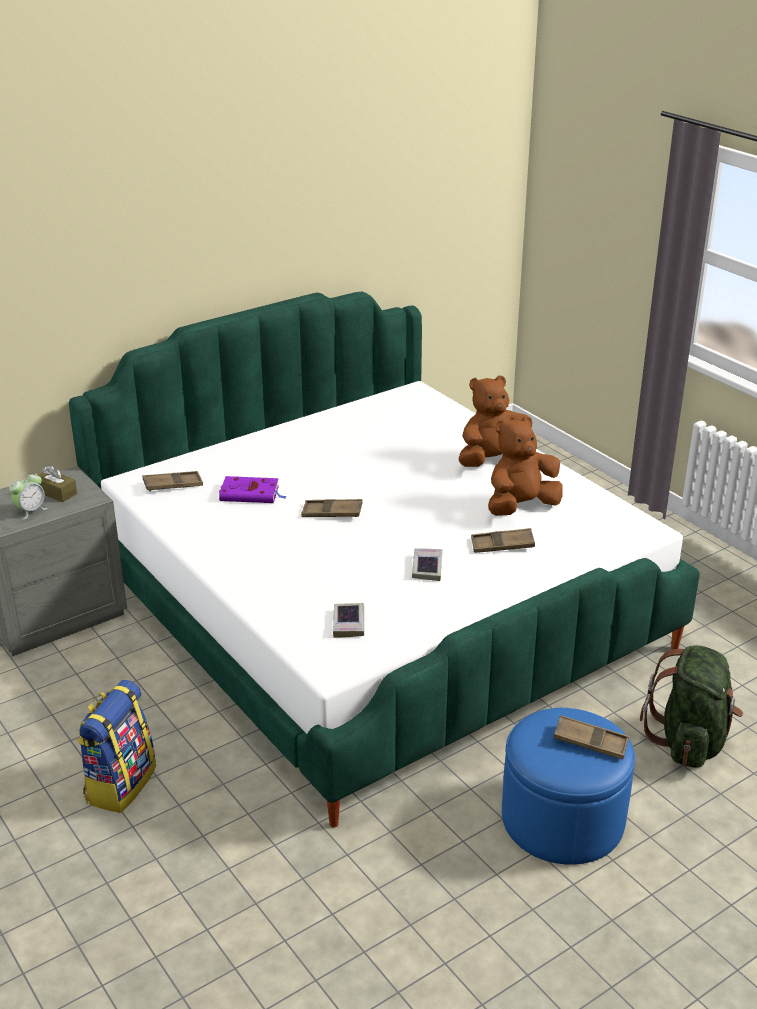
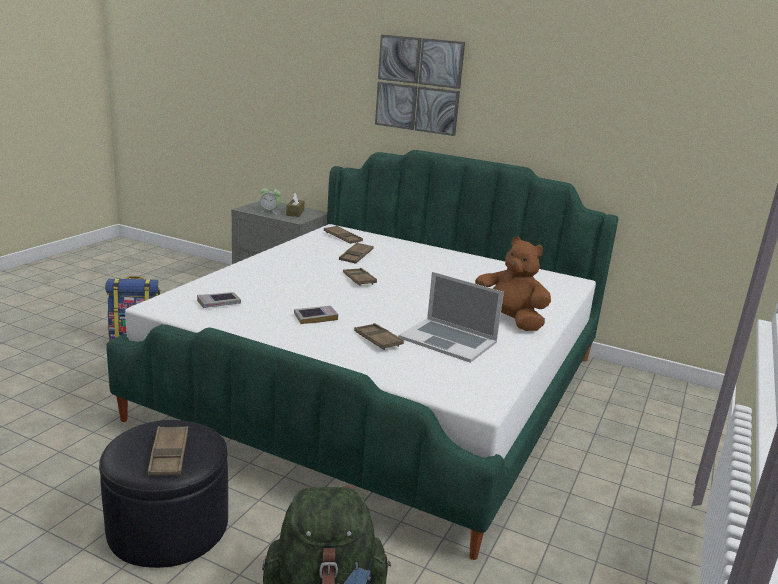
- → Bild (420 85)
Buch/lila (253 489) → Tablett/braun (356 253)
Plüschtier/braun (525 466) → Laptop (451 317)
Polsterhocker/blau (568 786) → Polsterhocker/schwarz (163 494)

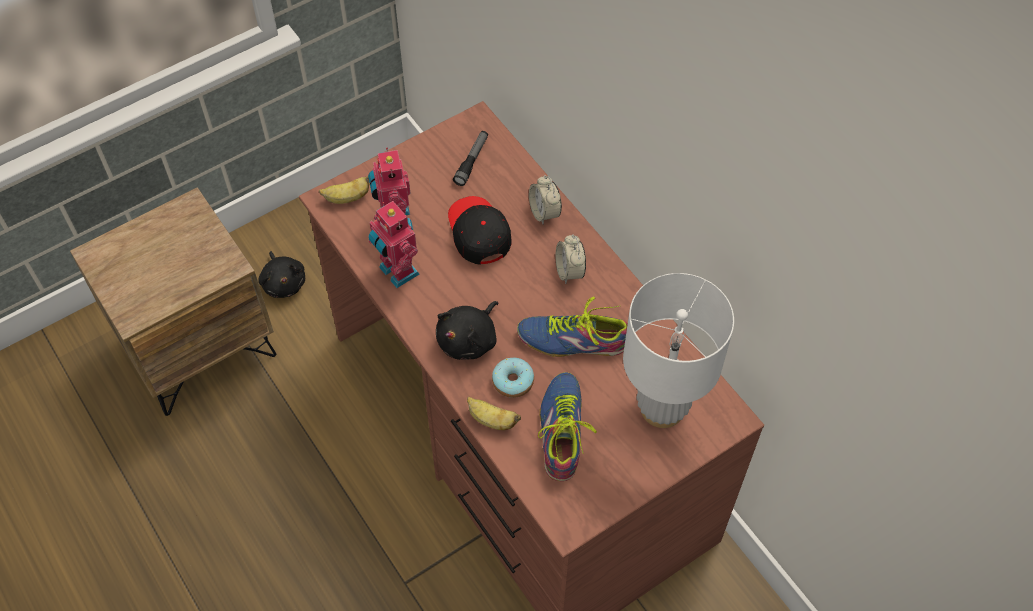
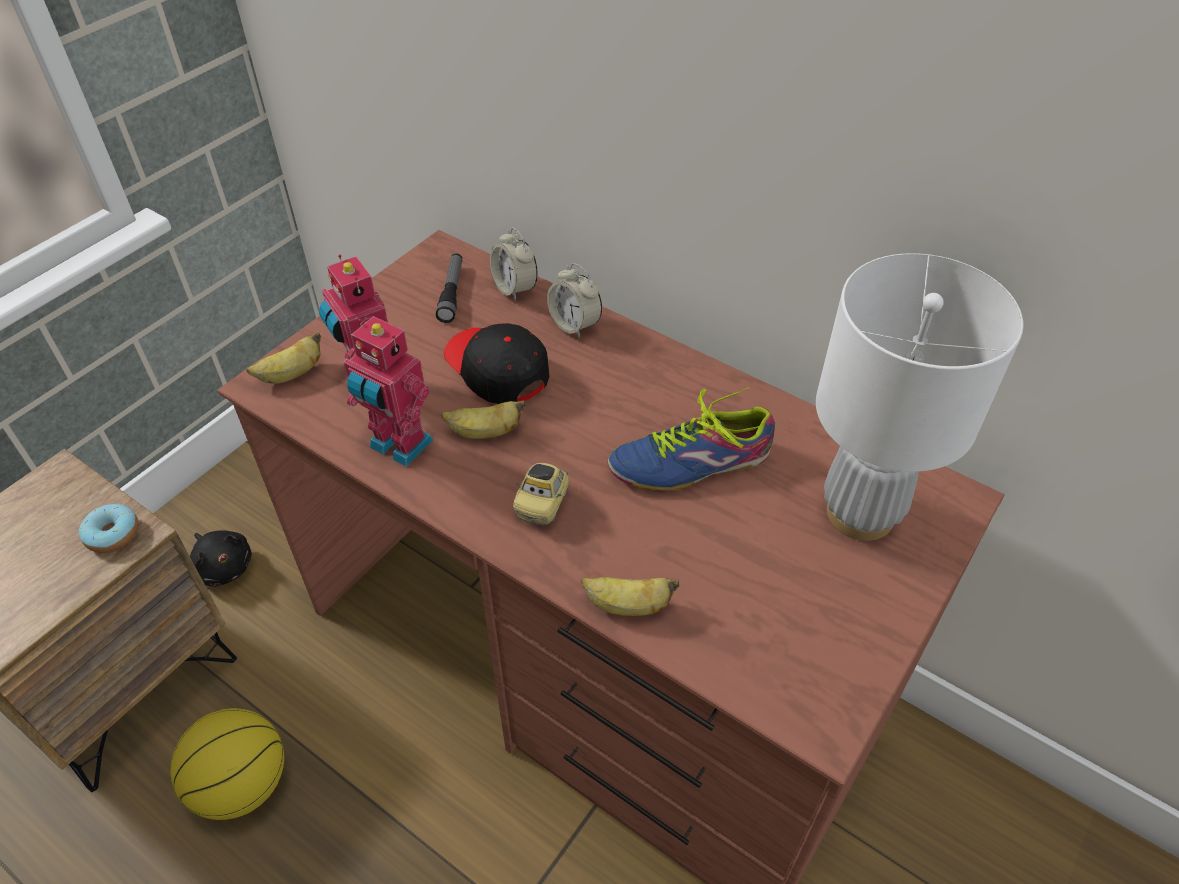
Schuh (567 426) → -
- → Basketball (227 764)
- → Banane (483 419)
Donut (513 378) → Donut (108 528), moved
Wecker (570 259) → Wecker (514 264), moved
Plüschtier/schwarz (467 330) → Spielzeugauto (541 494)

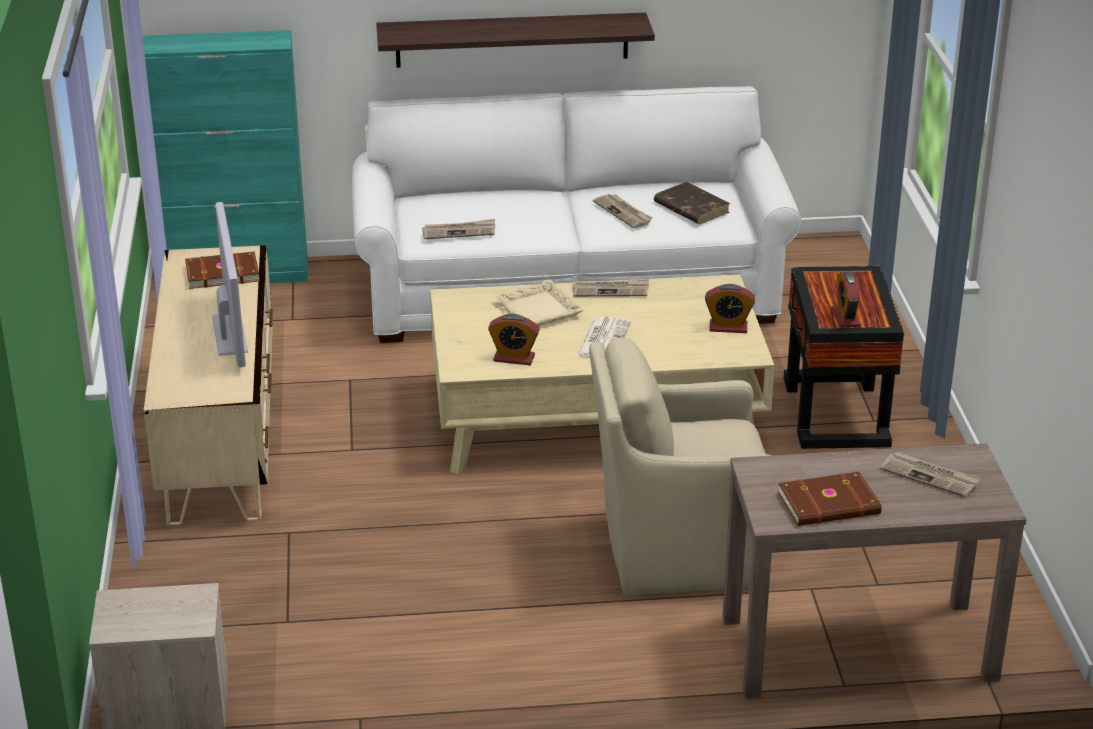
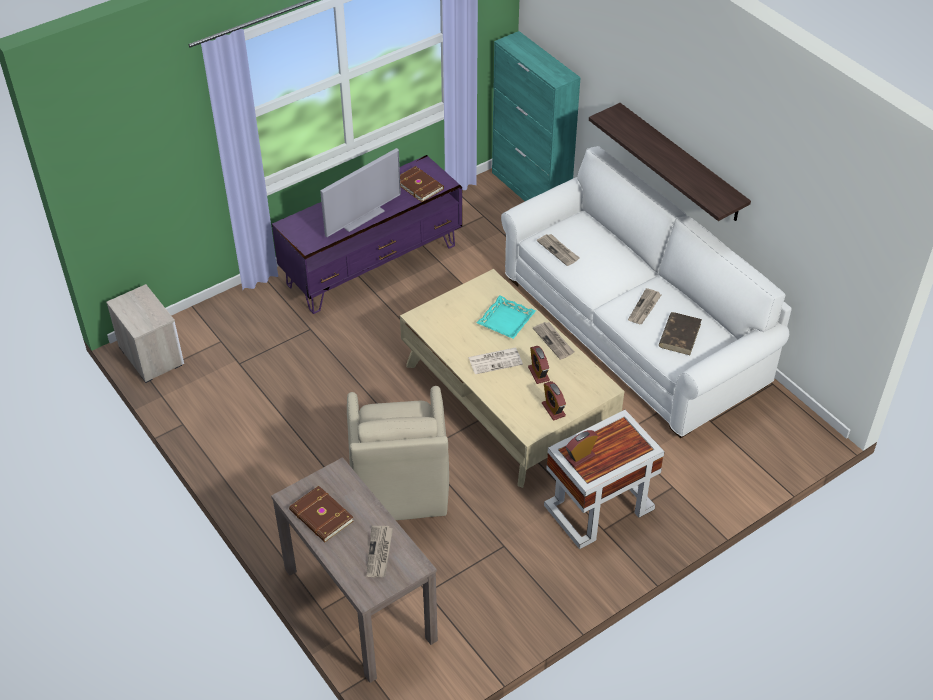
Wecker (514 339) → Wecker (539 365), moved
Fernsehschrank/beige (208 385) → Fernsehschrank/lila (367 234)
Tablett/beige (539 302) → Tablett/türkis (506 317)
Beistelltisch/schwarz (844 357) → Beistelltisch/weiß (604 479)
Sessel/beige (680 466) → Sessel/beige (398 453), 150 degrees counterclockwise

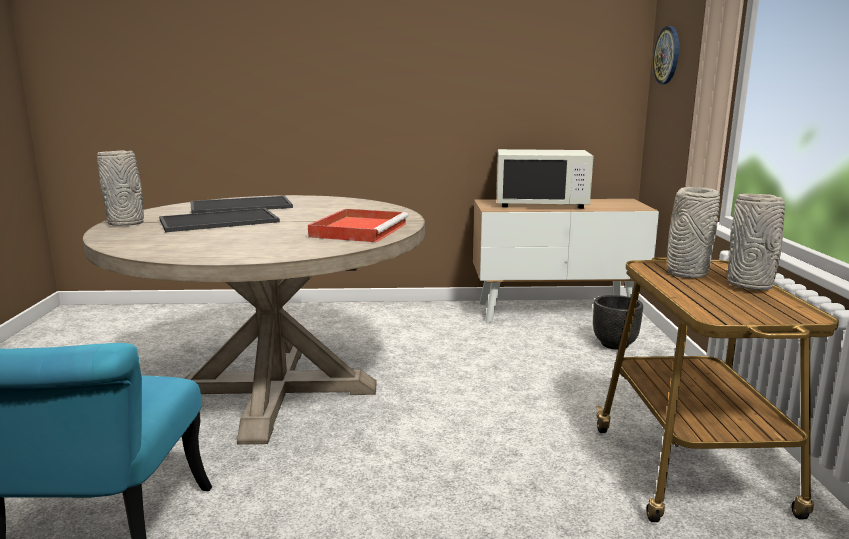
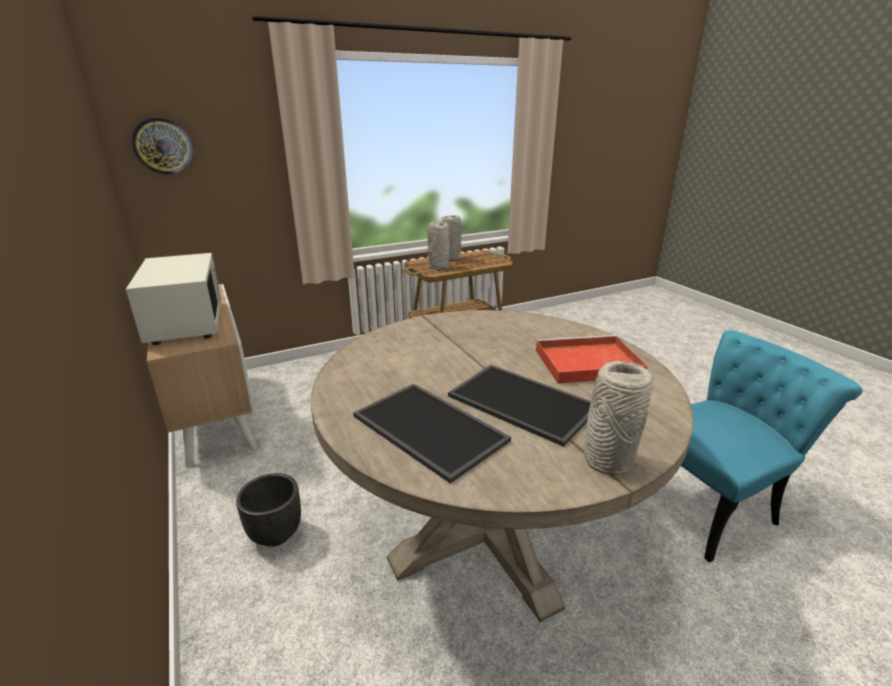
Tablett/rot (358 225) → Tablett/rot (591 359), moved
Pflanzkübel/schwarz (618 322) → Pflanzkübel/schwarz (268 510), moved

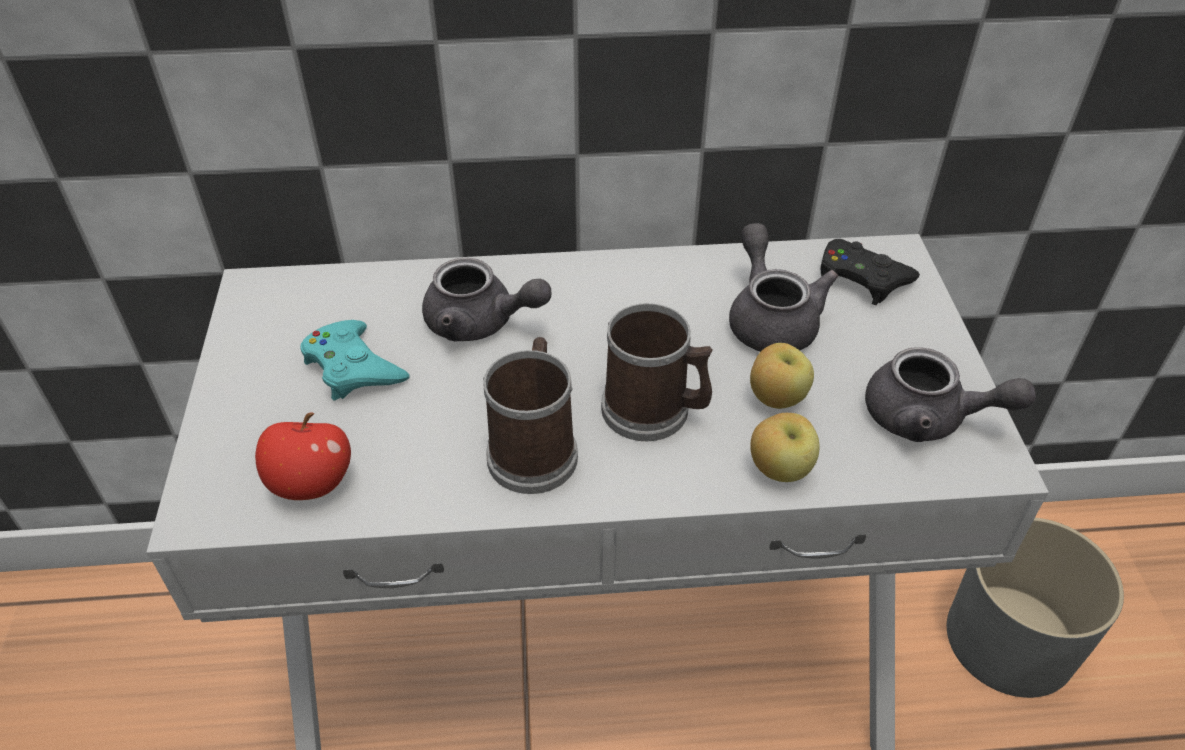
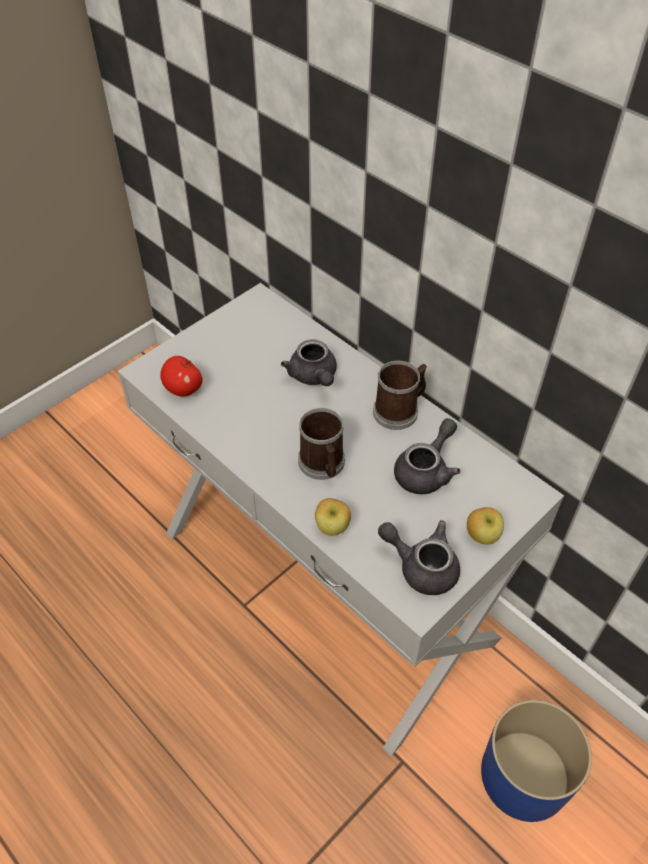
Gamepad/türkis (355 360) → -
Gamepad/schwarz (870 272) → -
Henkelbecher (530 415) → Henkelbecher (400 395), moved
Apfel (782 376) → Apfel (485 526), moved
Pflanzkübel/grau (1035 608) → Pflanzkübel/blau (536 761)
Teekanne/grau (950 394) → Teekanne/grau (419 557), 135 degrees clockwise

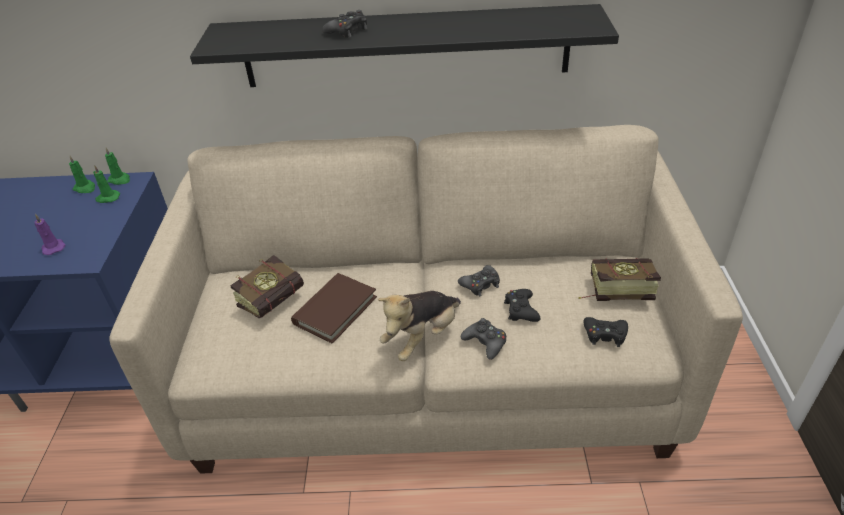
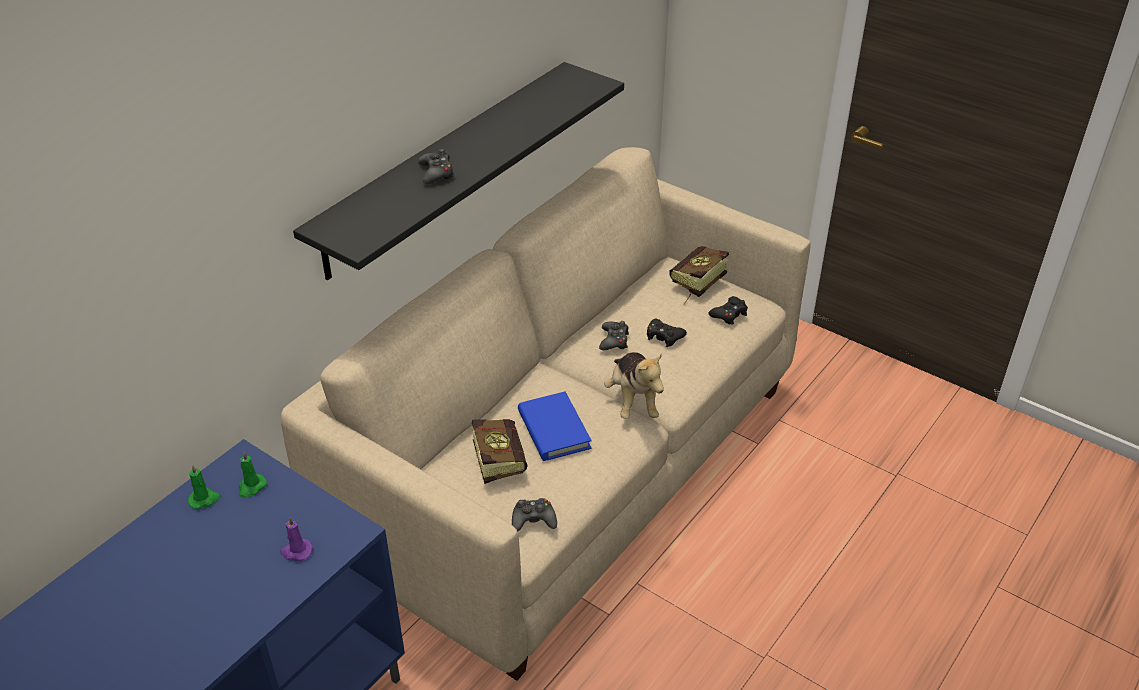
Kerze/grün (117 166) → -
Gamepad/schwarz (483 339) → Gamepad/schwarz (534 515), moved
Buch/braun (334 308) → Buch/blau (555 426)

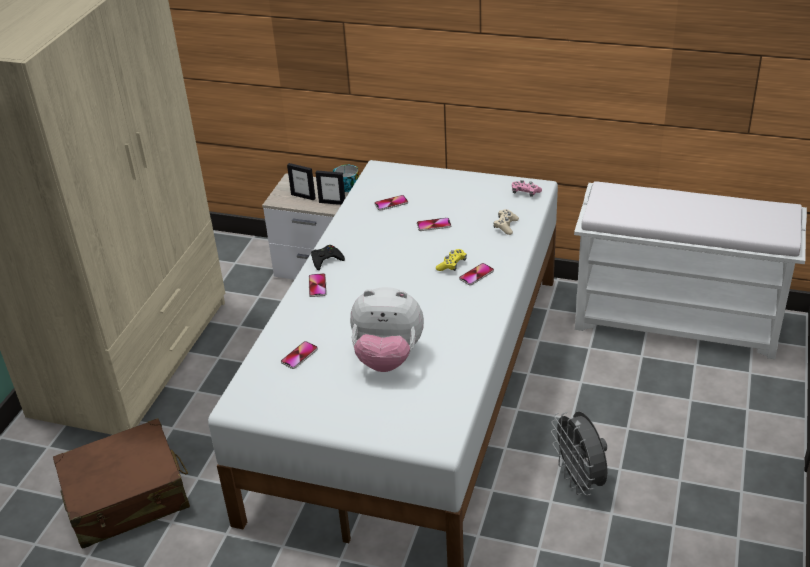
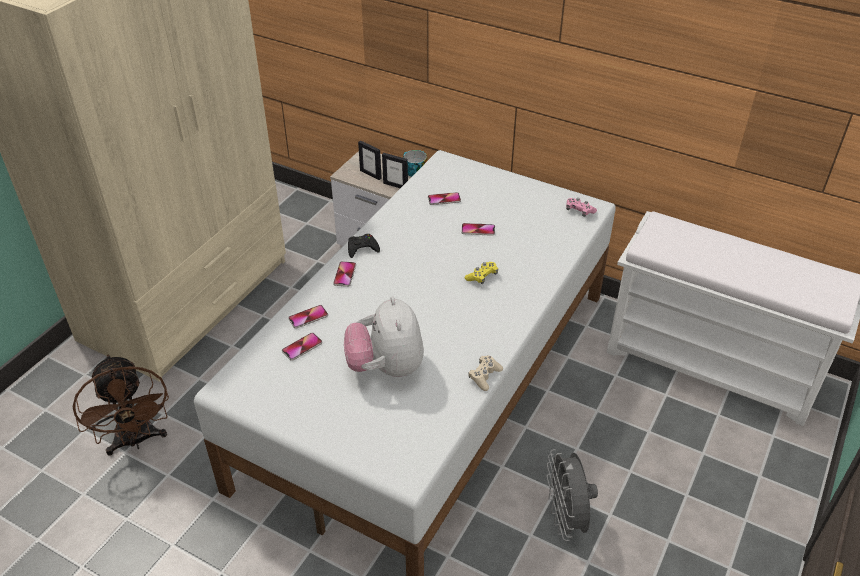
Handy (476 274) → Handy (308 316), moved
Gamepad/beige (506 222) → Gamepad/beige (485 373), moved
Koffer/braun (121 483) → Ventilator/braun (121 405)
Plüschtier (387 329) → Plüschtier (384 336), 60 degrees clockwise

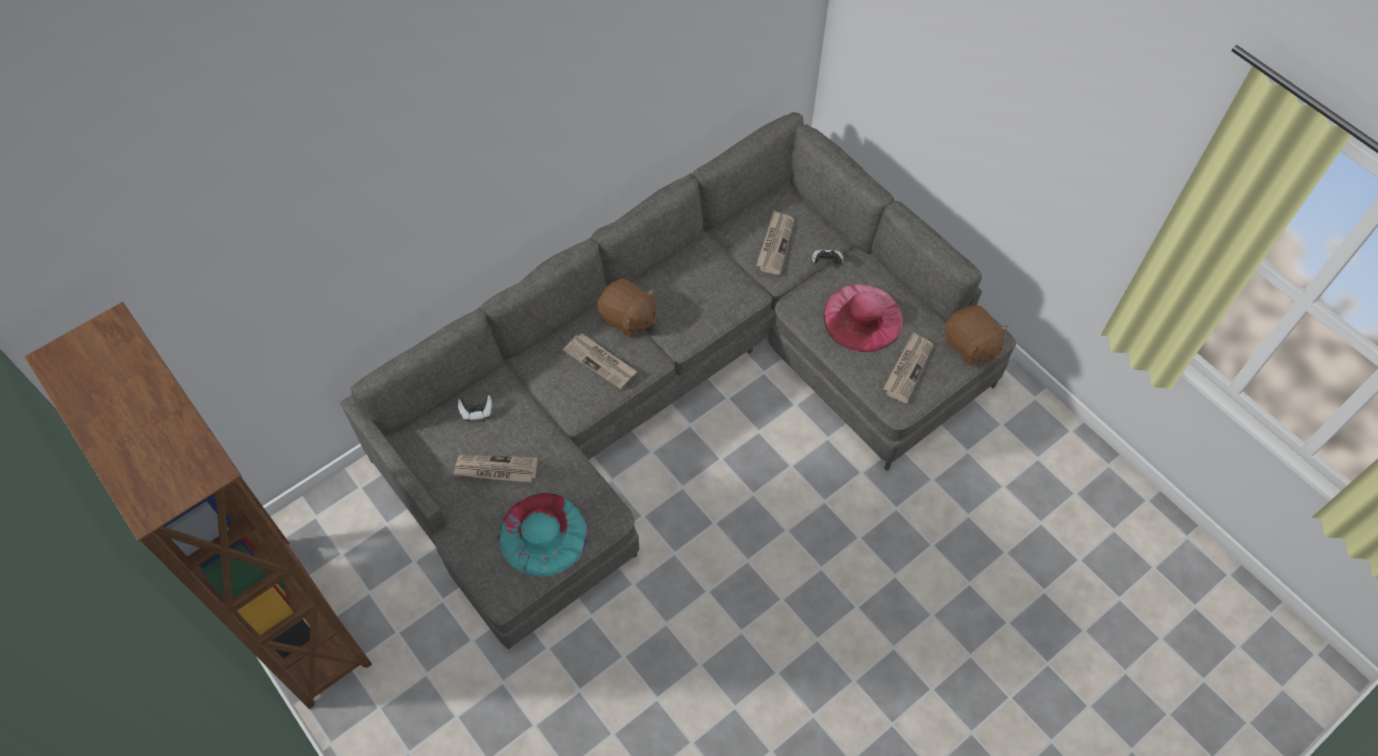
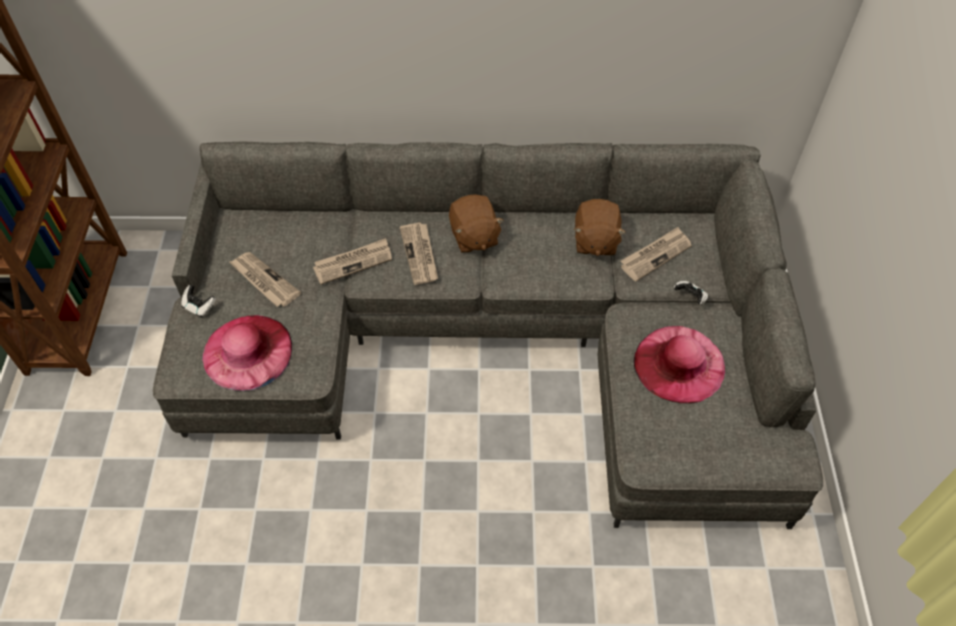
Gamepad (475 408) → Gamepad (198 301), moved
Zeitung (908 367) → Zeitung (352 261), moved
Plüschtier/braun (976 335) → Plüschtier/braun (600 227), moved
Hut/türkis (544 535) → Hut/rosa (247 353)

